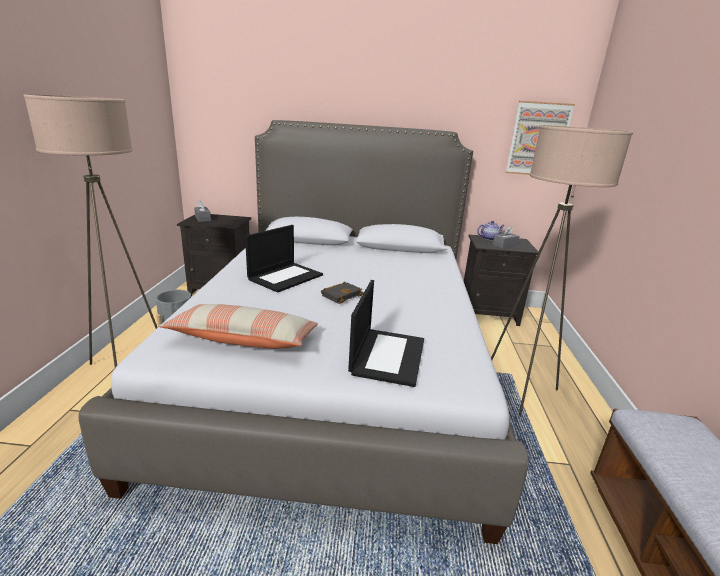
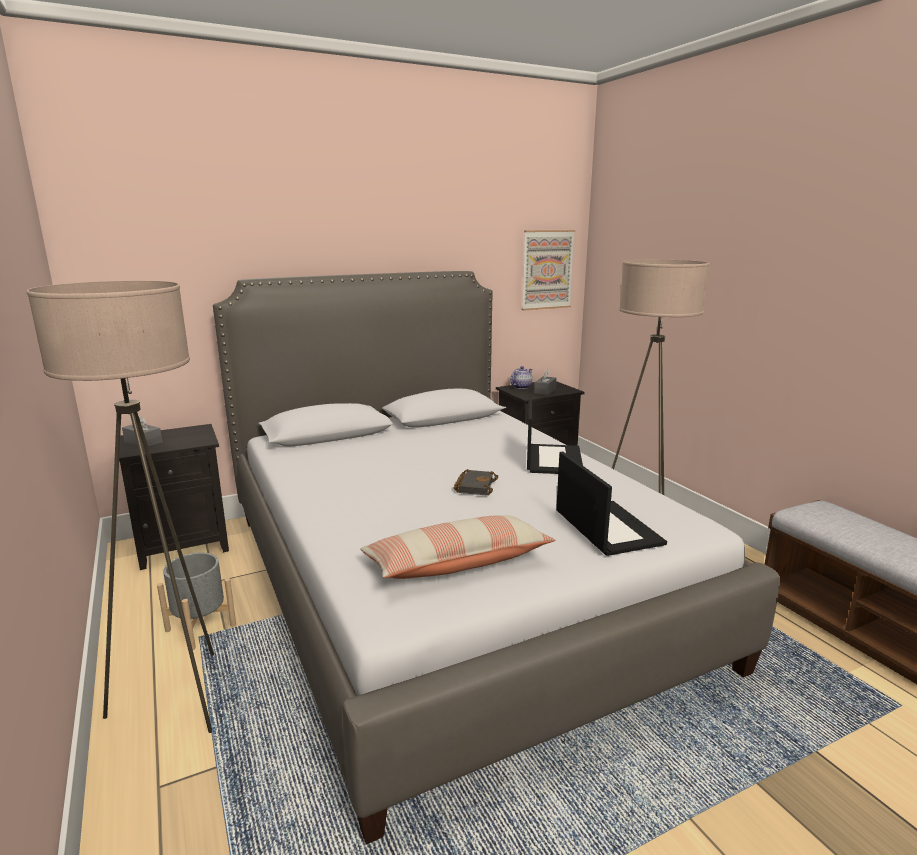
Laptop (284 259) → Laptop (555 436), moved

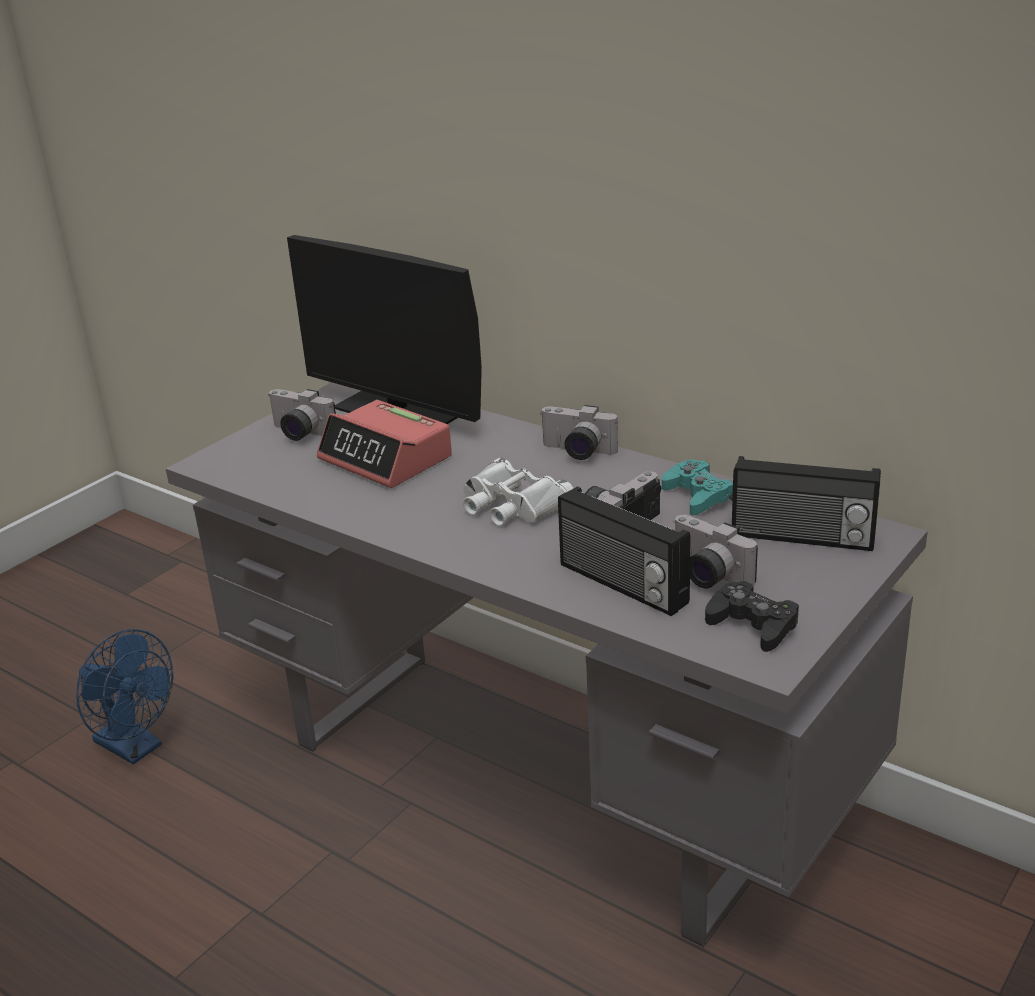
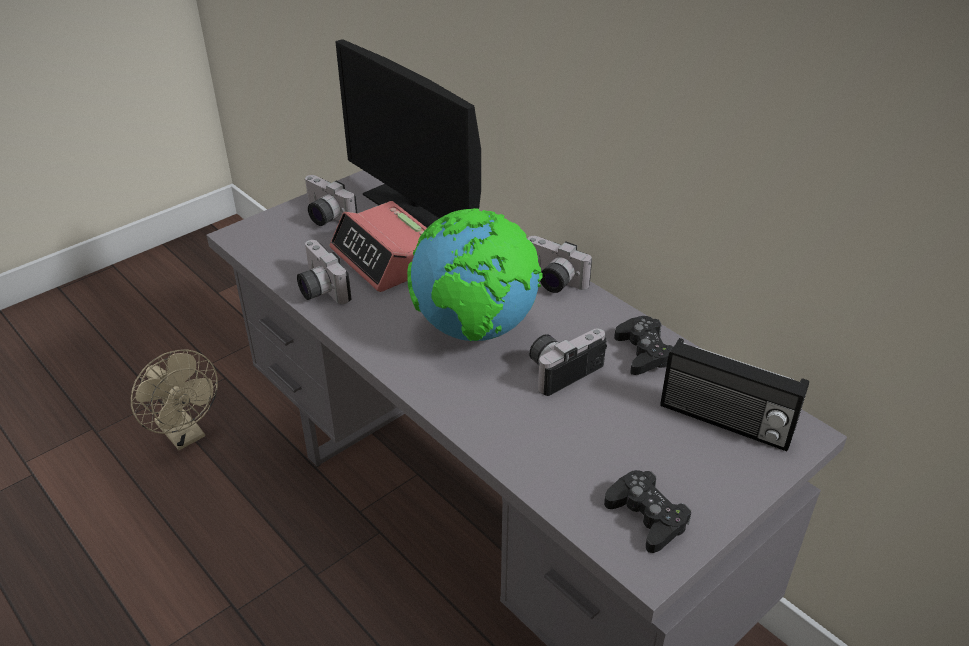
Radio (624 551) → -
Kamera (715 552) → Kamera (324 272), moved
Fernglas/weiß (518 492) → Globus (475 274)
Ventilator/blau (125 696) → Ventilator/beige (174 399)
Gamepad/türkis (697 487) → Gamepad/schwarz (643 345)

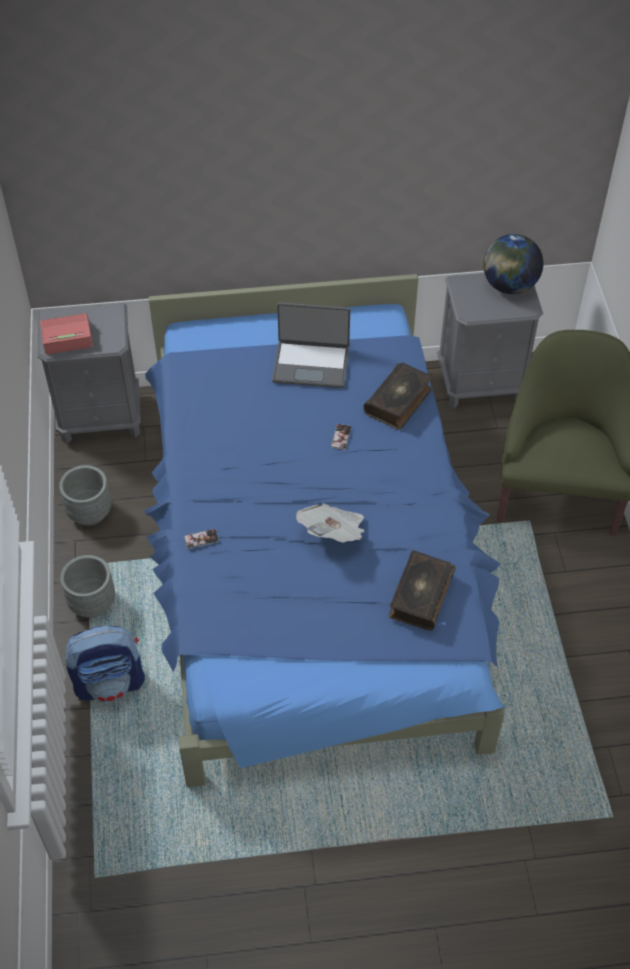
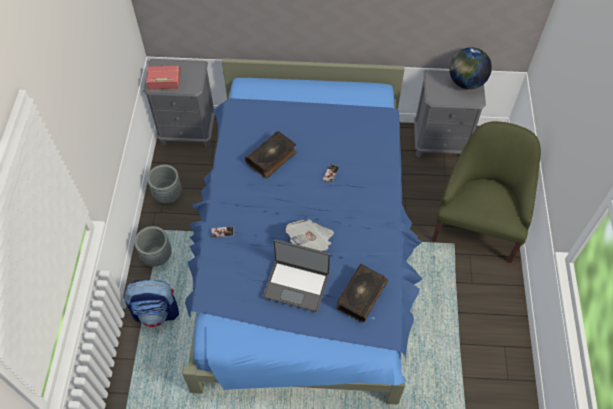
Laptop (311 345) → Laptop (296 275), moved
Buch (398 395) → Buch (270 154), moved

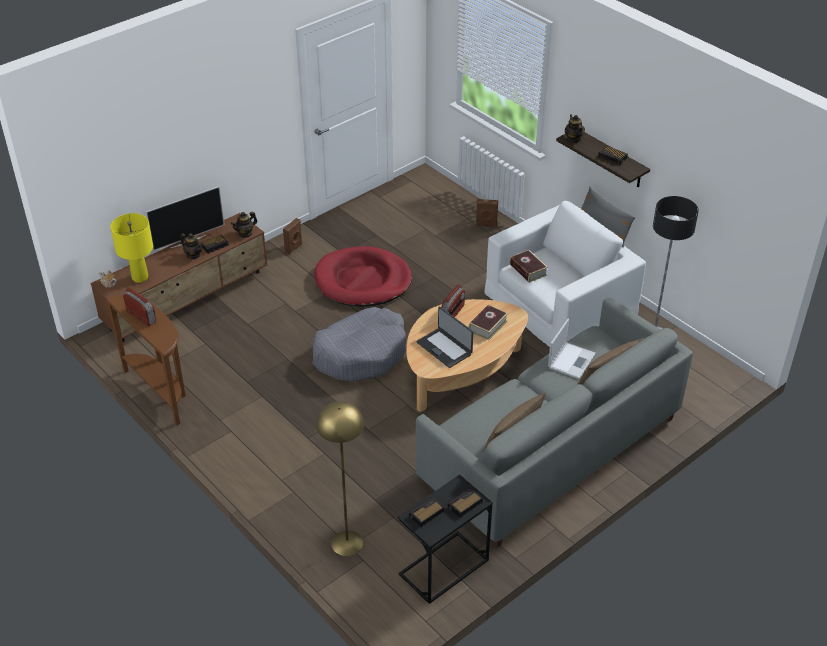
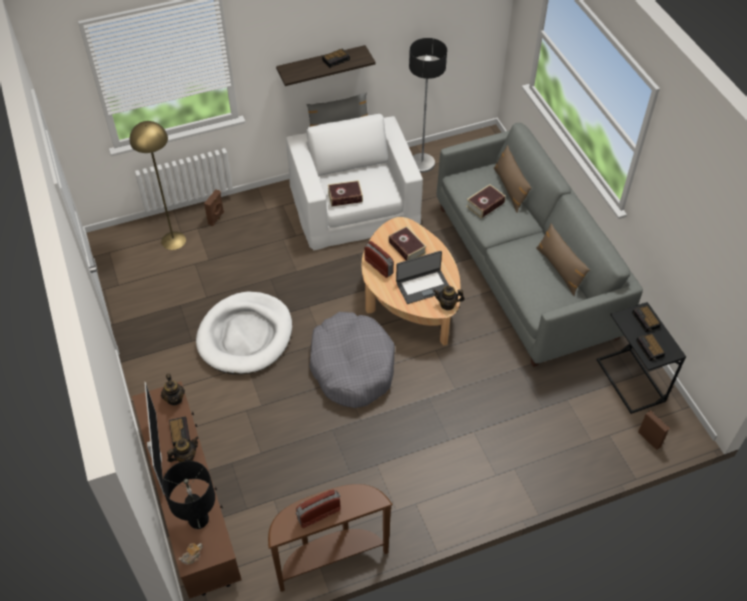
Lautsprecher/braun (292 236) → Lautsprecher/braun (654 430), moved
Stehlampe/gelb (340 478) → Stehlampe/gelb (158 185), moved
Teekanne (575 128) → Teekanne (449 298), moved
Laptop (572 349) → Buch (486 201)
Tischlampe/gelb (131 248) → Tischlampe/schwarz (188 495)
Hundebett/rot (363 276) → Hundebett/weiß (244 332)

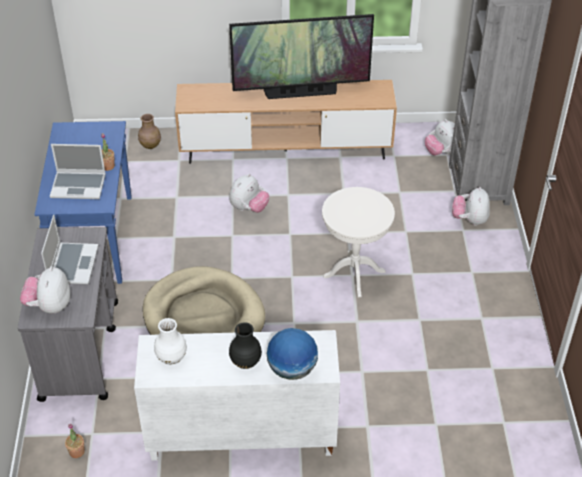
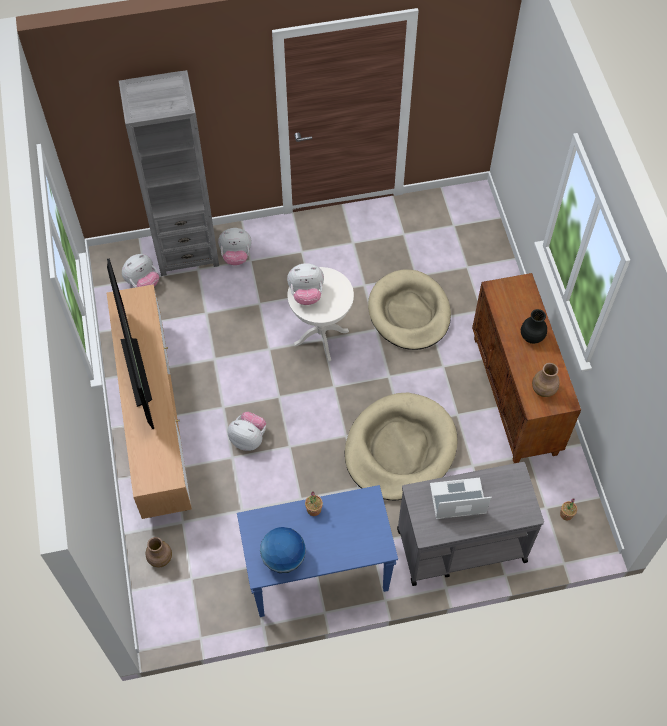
Laptop (78 171) → -
- → Hundebett/beige (409 309)
Plüschtier (45 289) → Plüschtier (305 284), moved
Globus (292 354) → Globus (283 550), moved
Schrank/weiß (237 395) → Schrank/braun (526 368)
Vase/weiß (170 341) → Vase/braun (546 380)

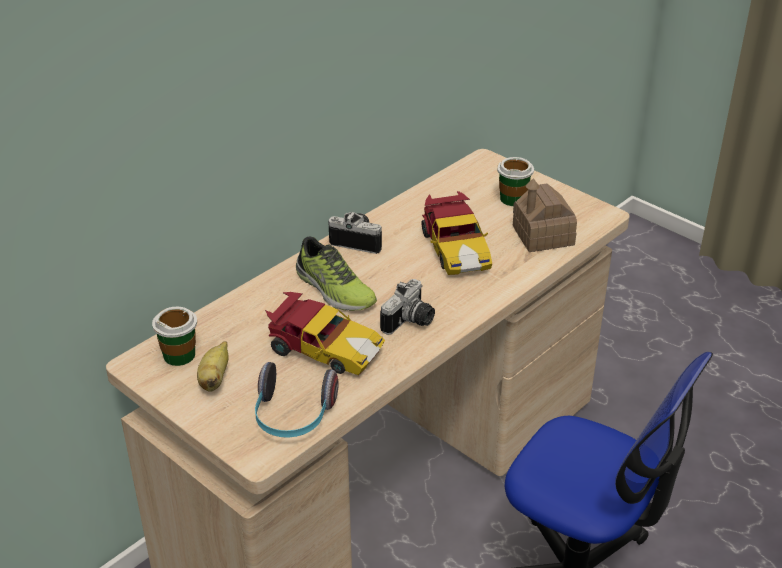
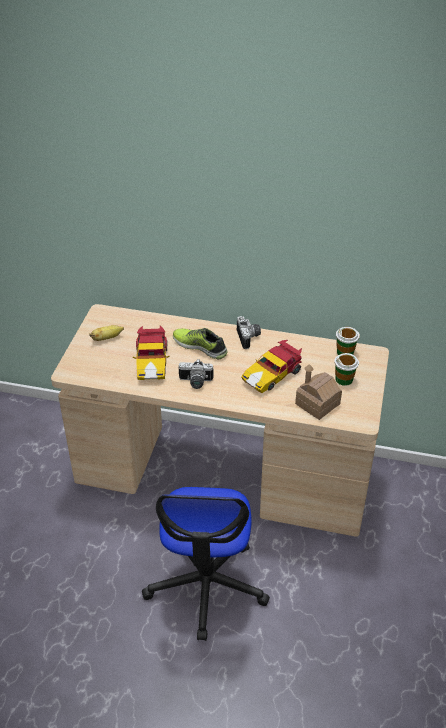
Kopfhörer (297 400) → -
Tasse (174 336) → Tasse (348 341), moved
Schuh (336 274) → Schuh (200 344), 105 degrees clockwise

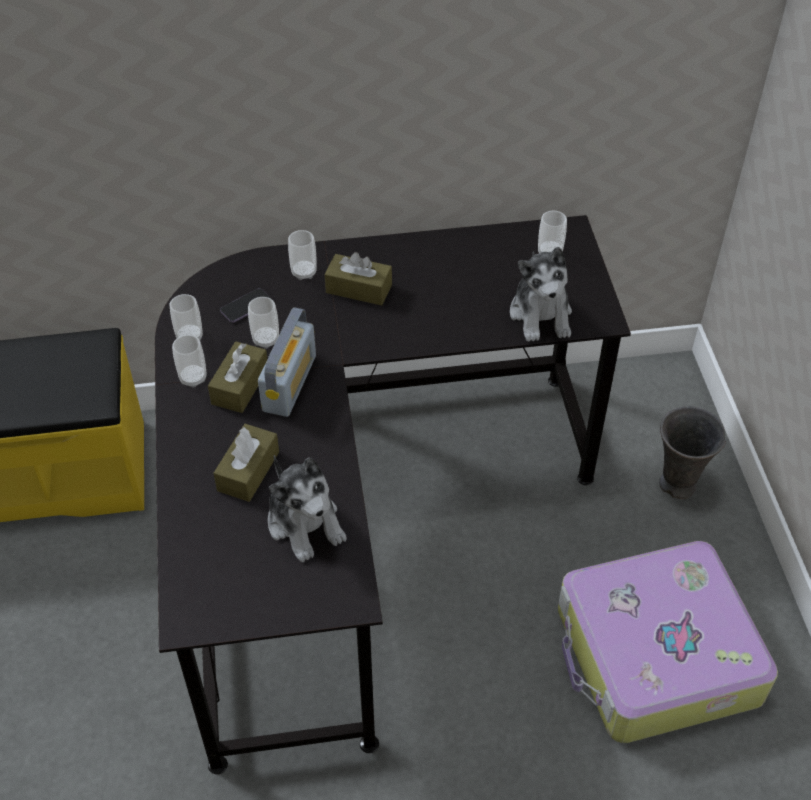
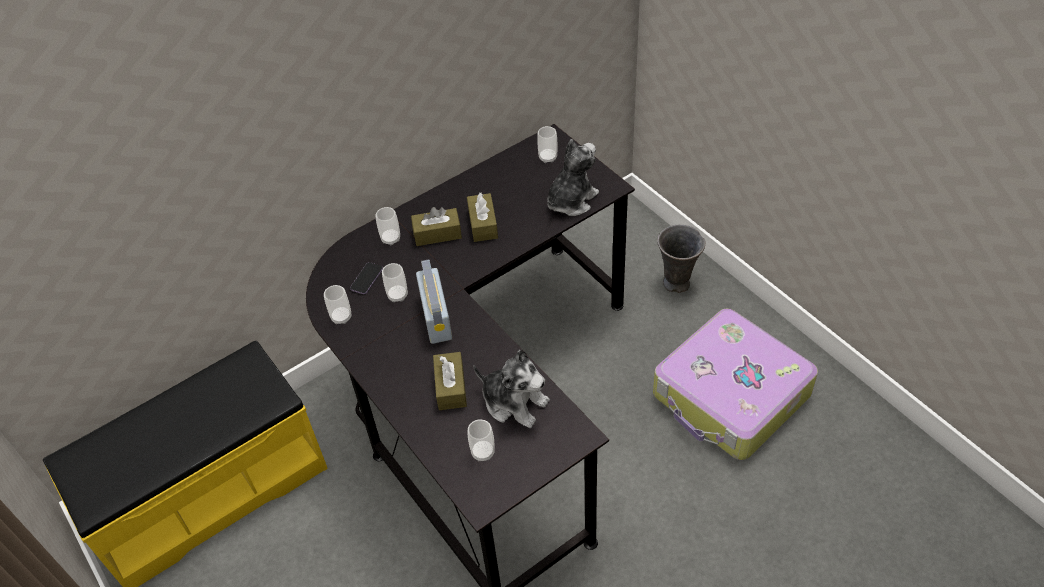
Tasse (189 361) → Tasse (481 440), moved
Taschentuchbox/braun (237 377) → Taschentuchbox/braun (482 217), moved
Plüschtier (541 294) → Plüschtier (573 177), 105 degrees counterclockwise

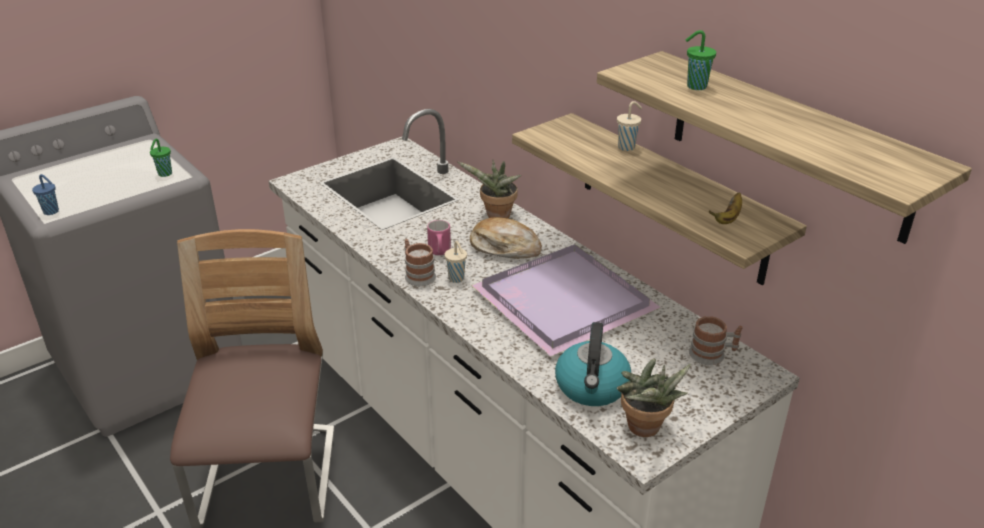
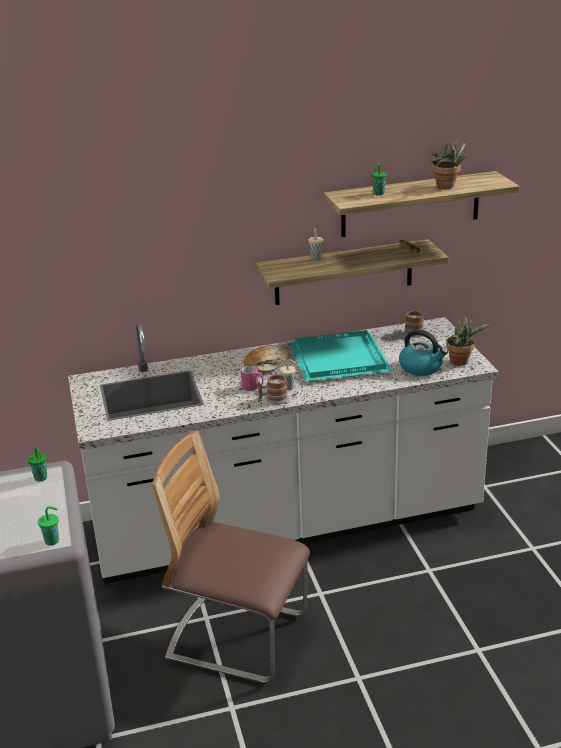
Topfpflanze (489 189) → Topfpflanze (449 163), moved
Tasse/blau (45 194) → Tasse/grün (48 526)
Tablett/lila (566 300) → Tablett/türkis (341 355)

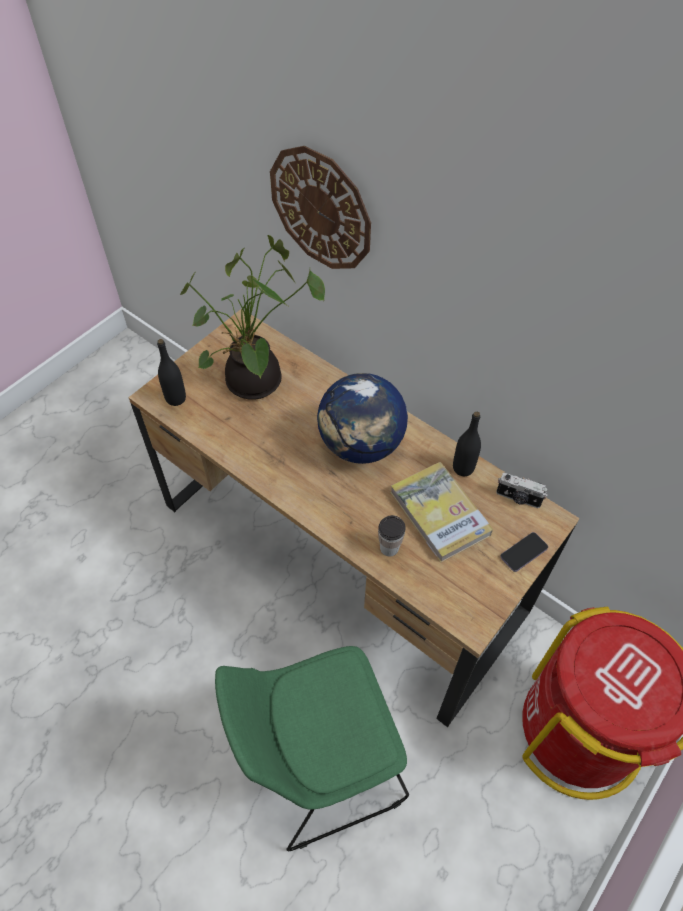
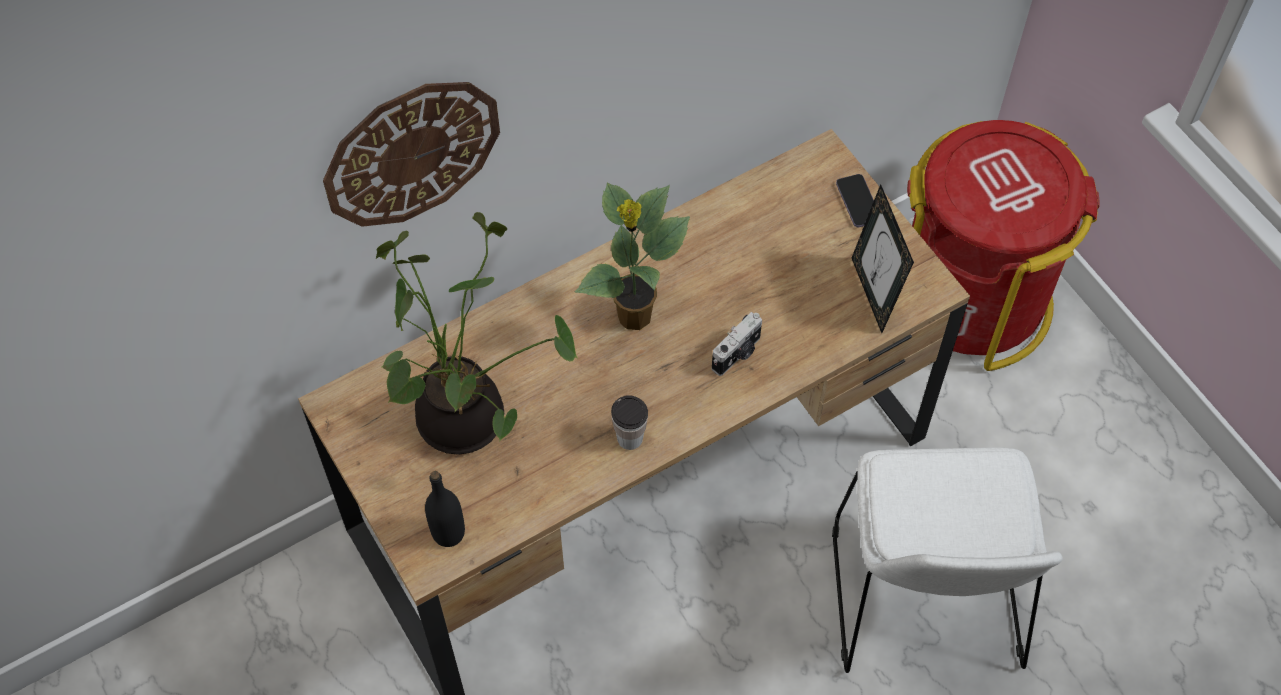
Buch (441 512) → -
Flasche/schwarz (467 444) → -
- → Bilderrahmen (883 258)
Tasse (392 536) → Tasse (629 422), moved
Kamera (521 490) → Kamera (737 344), moved
Globus (362 418) → Topfpflanze (632 256)
Stuhl/grün (312 748) → Stuhl/weiß (947 560)

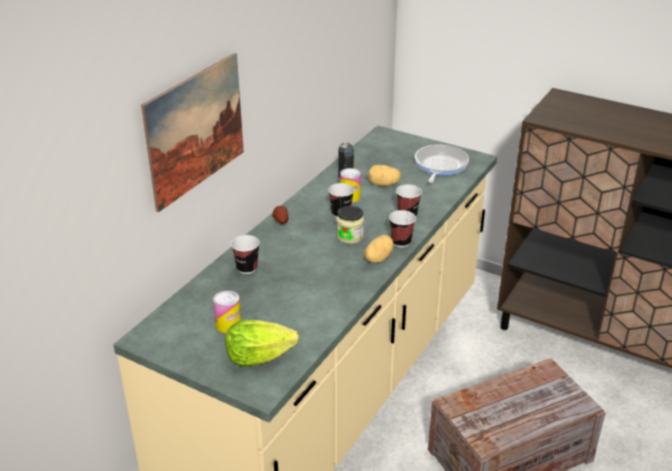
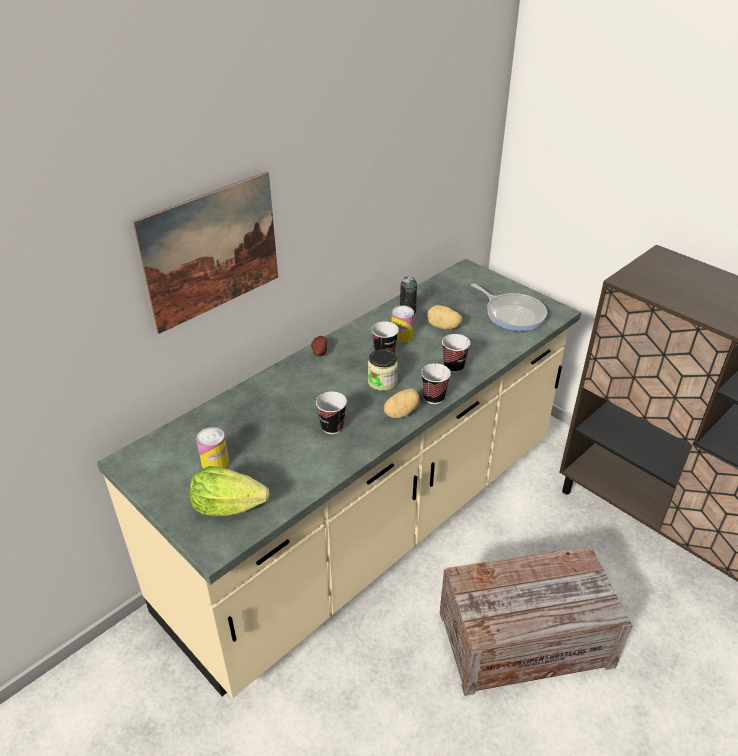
Tasse (245 254) → Tasse (331 413), moved
Pfanne (442 164) → Pfanne (509 307), 105 degrees clockwise

